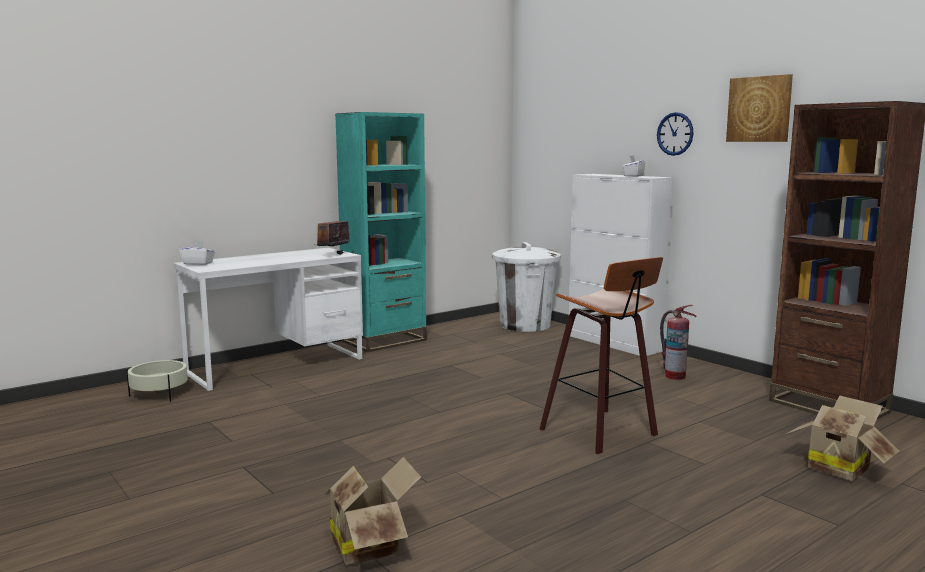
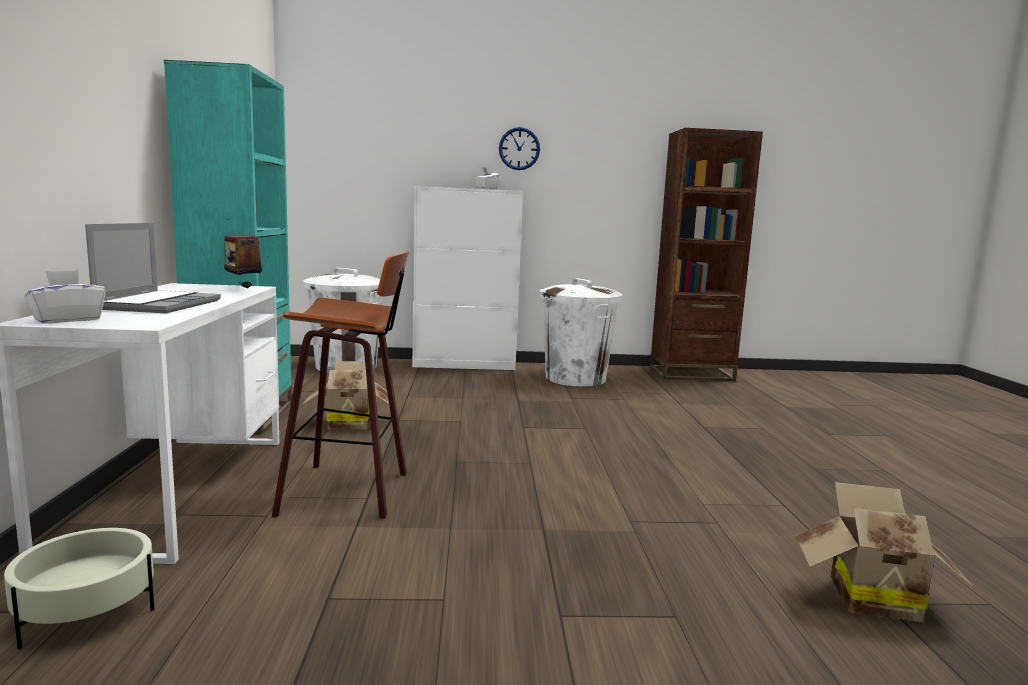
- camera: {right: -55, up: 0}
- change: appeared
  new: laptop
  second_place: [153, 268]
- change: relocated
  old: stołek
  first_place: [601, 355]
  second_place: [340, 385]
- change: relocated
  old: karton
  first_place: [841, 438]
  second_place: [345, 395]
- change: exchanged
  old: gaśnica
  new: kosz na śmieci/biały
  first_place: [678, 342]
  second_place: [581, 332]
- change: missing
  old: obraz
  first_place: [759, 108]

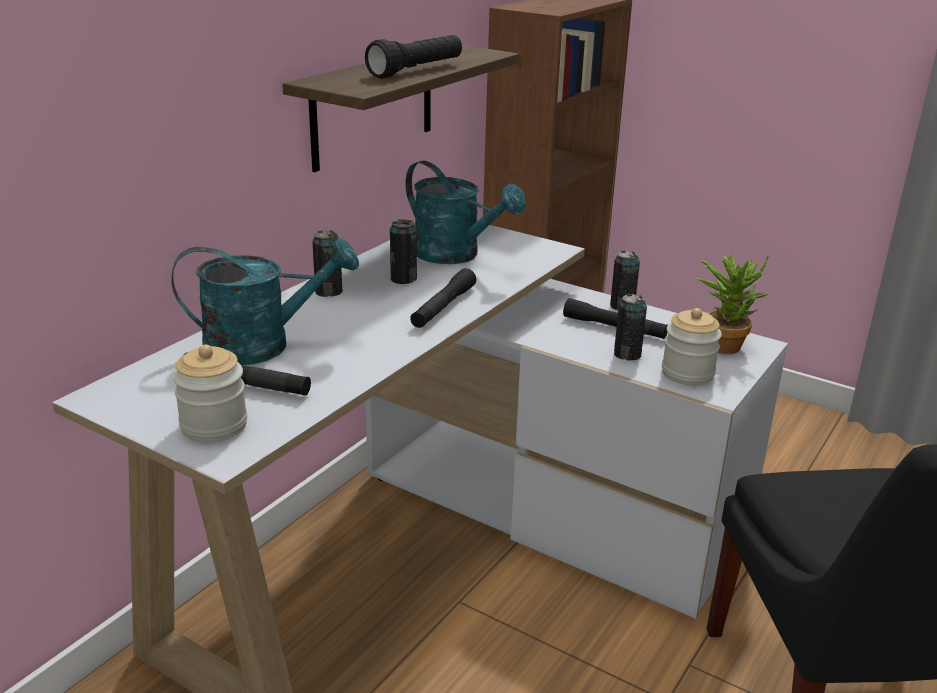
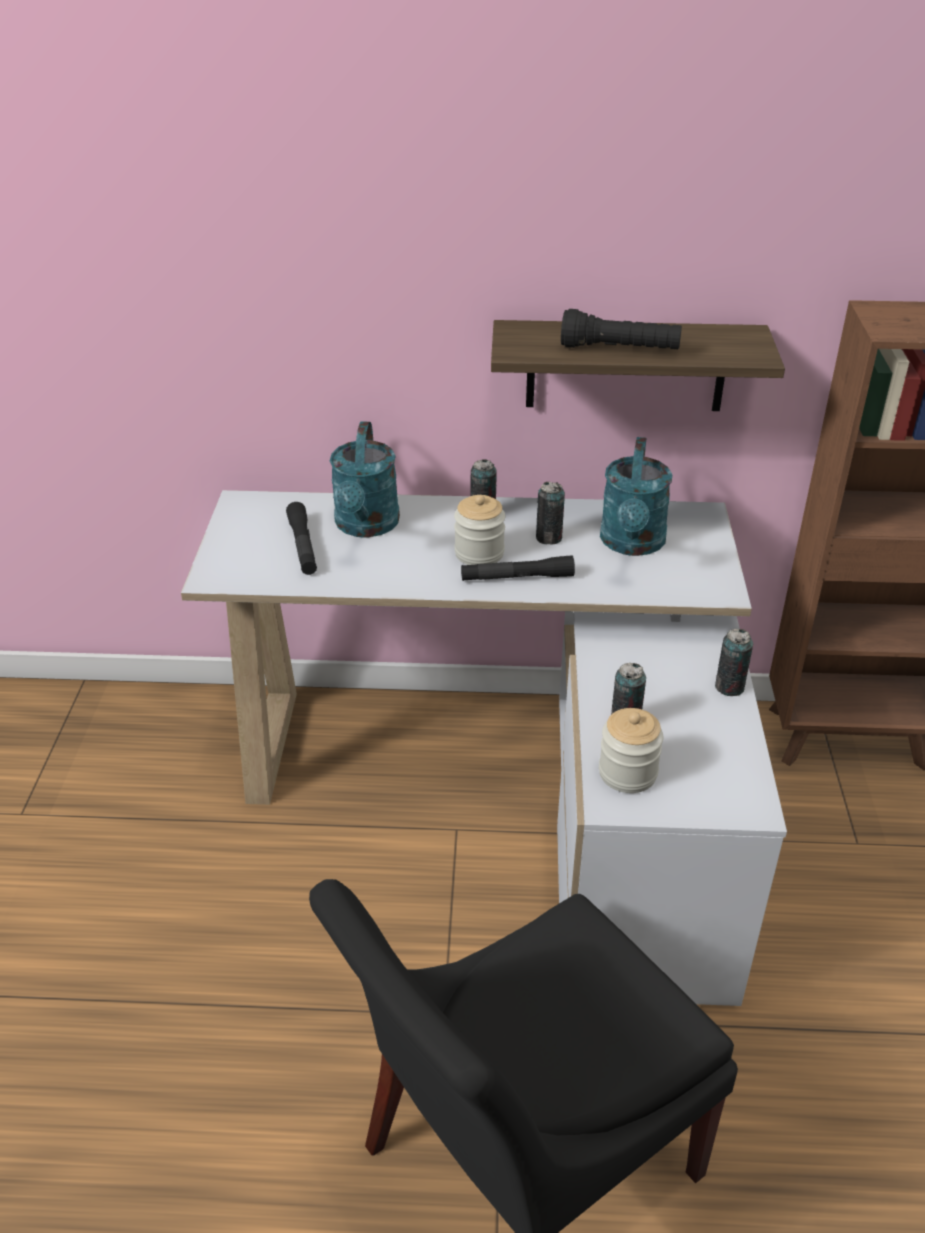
- camera: {right: 60, up: 10}
- change: spun
  old: konewka/turkusowy
  first_place: [265, 301]
  second_place: [365, 479]
  degrees: 45
- change: relocated
  old: słoik
  first_place: [210, 393]
  second_place: [479, 530]
- change: missing
  old: latarka/czarny
  first_place: [615, 318]
- change: missing
  old: roślina doniczkowa
  first_place: [733, 304]

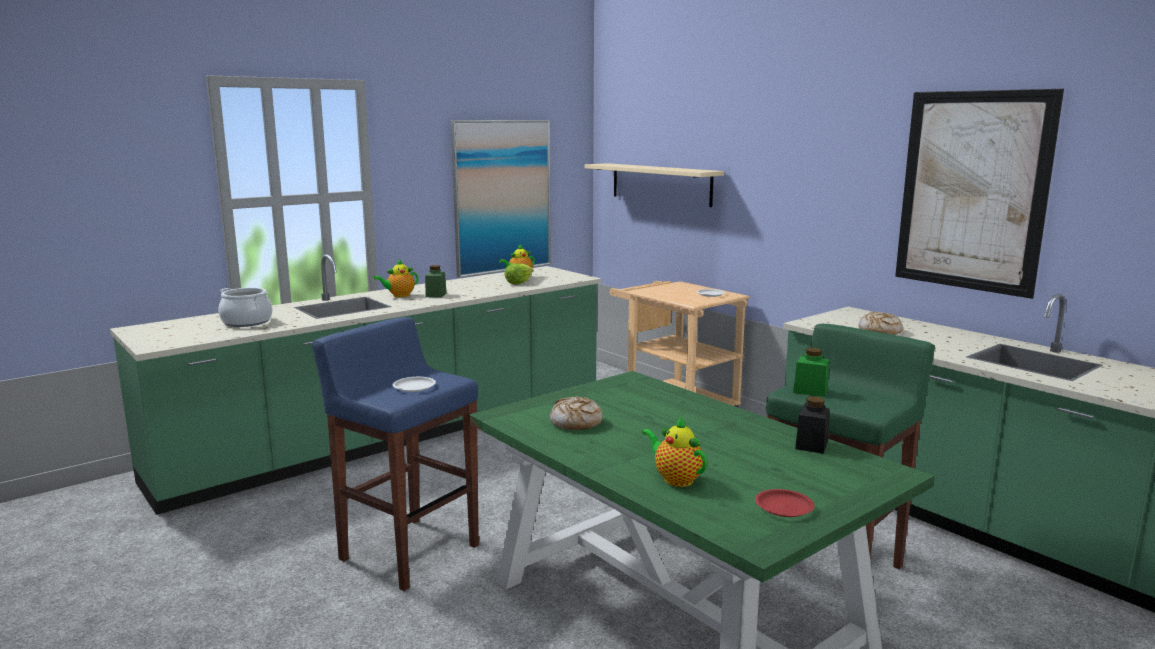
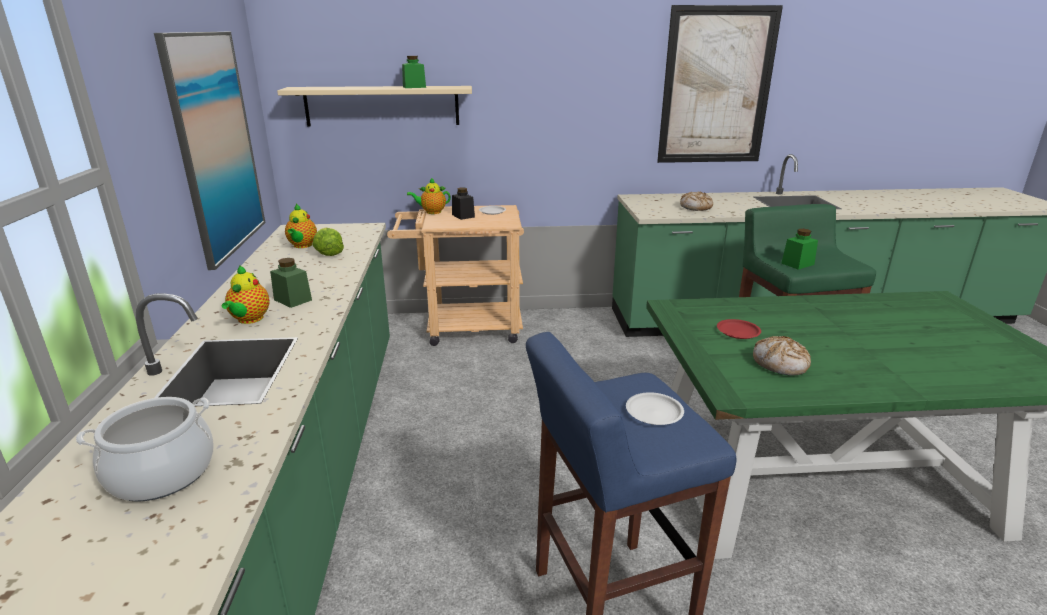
- camera: {right: -55, up: 10}
- change: appeared
  new: słoik/zielony
  second_place: [414, 72]
- change: relocated
  old: imbryk
  first_place: [674, 452]
  second_place: [429, 196]
- change: relocated
  old: słoik/czarny
  first_place: [812, 425]
  second_place: [463, 203]
- change: relocated
  old: talerz/czerwony
  first_place: [785, 503]
  second_place: [739, 329]

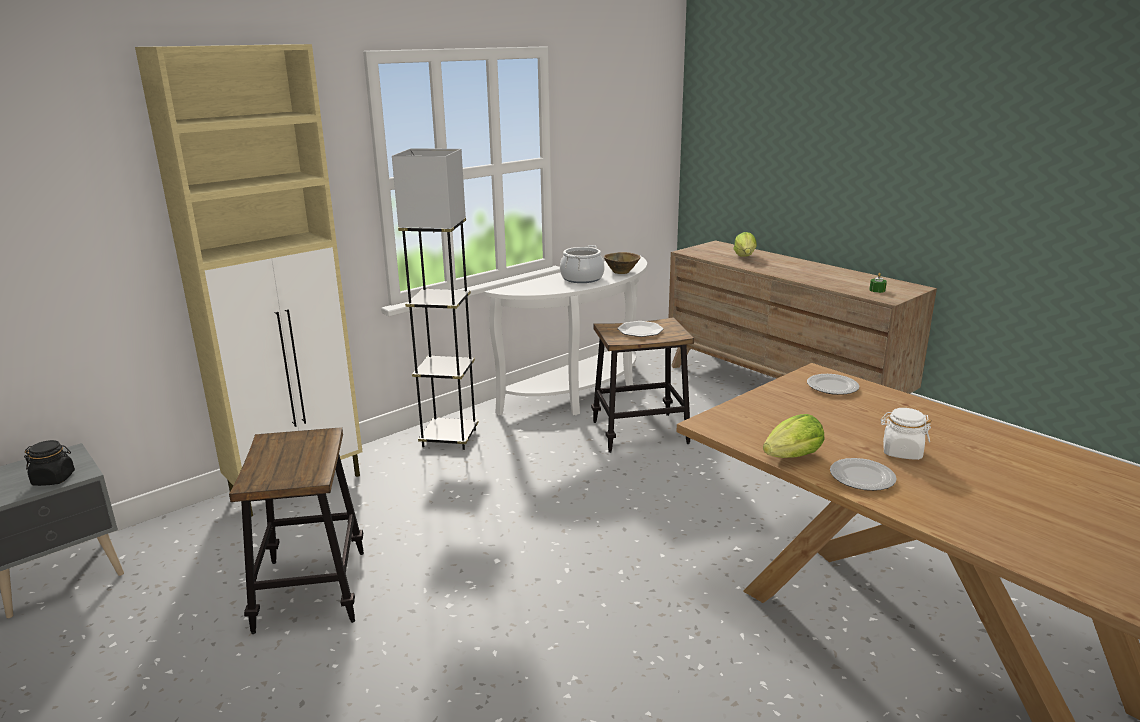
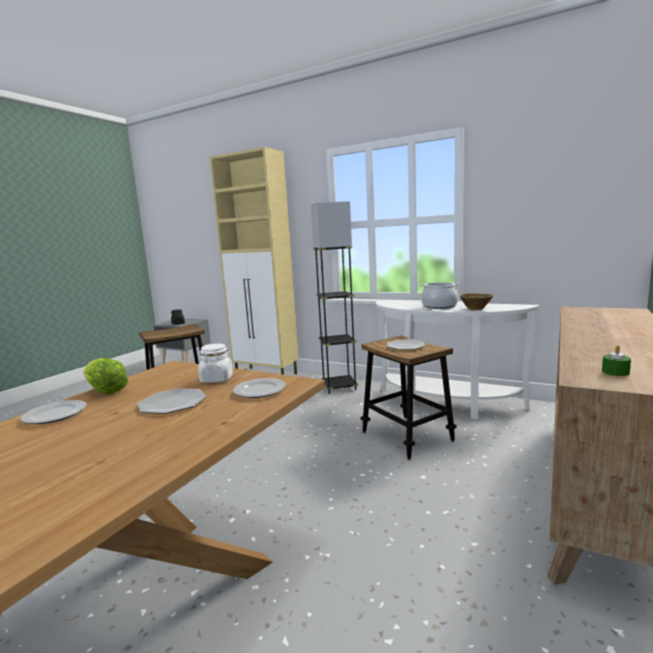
- camera: {right: 70, up: -10}
- change: appeared
  new: talerz
  second_place: [171, 401]
- change: relocated
  old: słoik/biały
  first_place: [906, 434]
  second_place: [215, 363]
- change: missing
  old: sałata
  first_place: [745, 244]

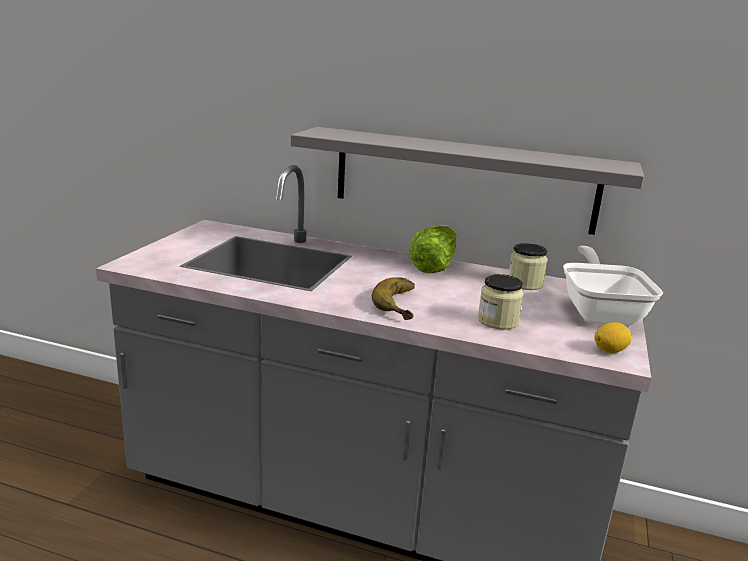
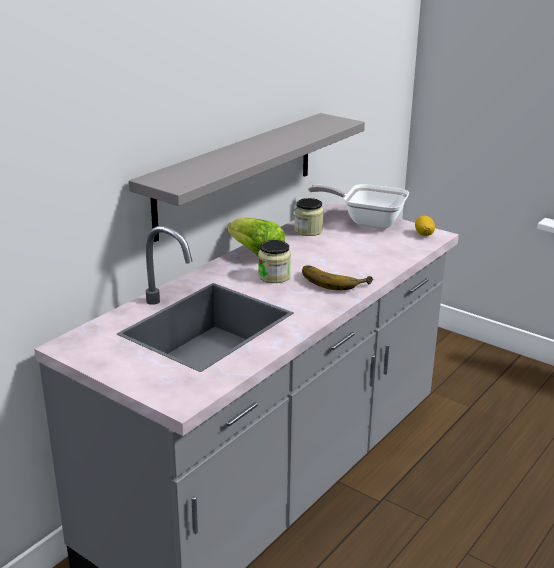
- camera: {right: -70, up: 5}
- change: relocated
  old: słoik
  first_place: [501, 302]
  second_place: [274, 261]

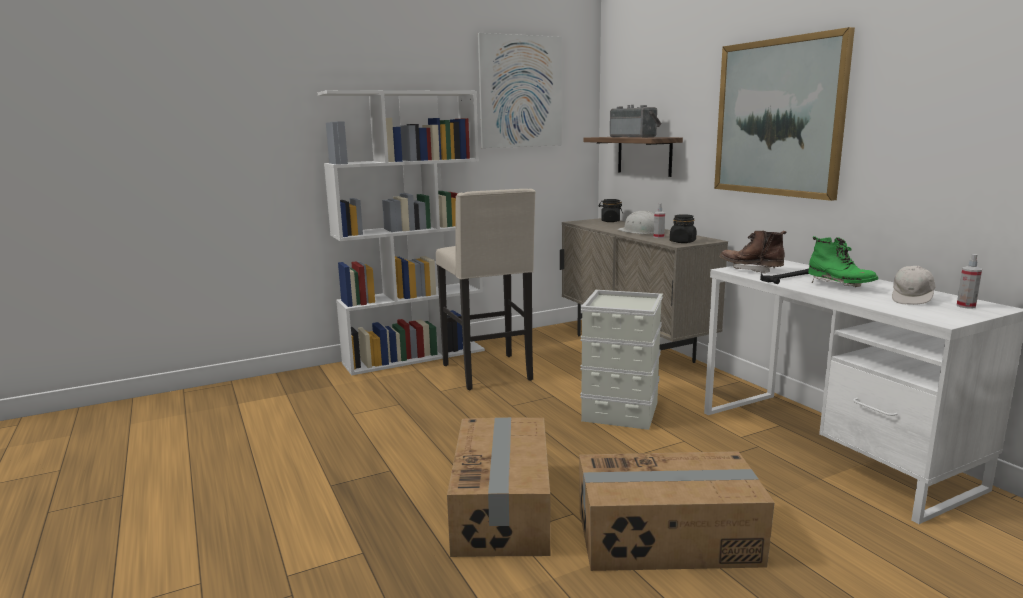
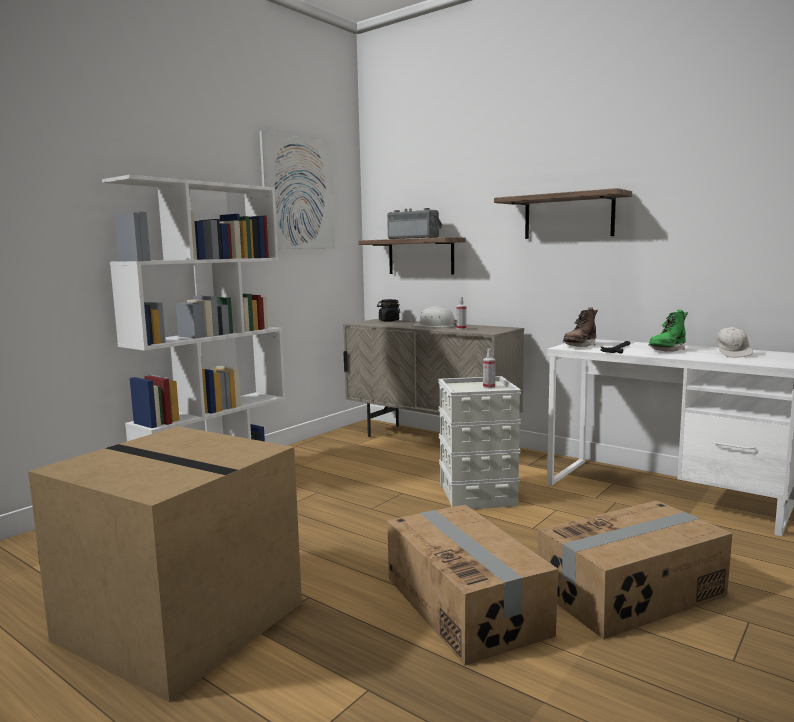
- camera: {right: -25, up: -5}
- change: appeared
  new: karton
  second_place: [165, 564]
- change: relocated
  old: spryskiwacz
  first_place: [969, 281]
  second_place: [489, 368]
- change: exchanged
  old: obraz
  new: półka
  first_place: [784, 114]
  second_place: [563, 213]
- change: spun
  old: but z cholewką/brązowy
  first_place: [753, 252]
  second_place: [580, 327]
  degrees: -60
- change: spun
  old: but z cholewką/zielony
  first_place: [843, 261]
  second_place: [668, 331]
  degrees: 105
- change: missing
  old: stołek/beżowy
  first_place: [486, 289]
- change: missing
  old: słoik/czarny
  first_place: [683, 228]

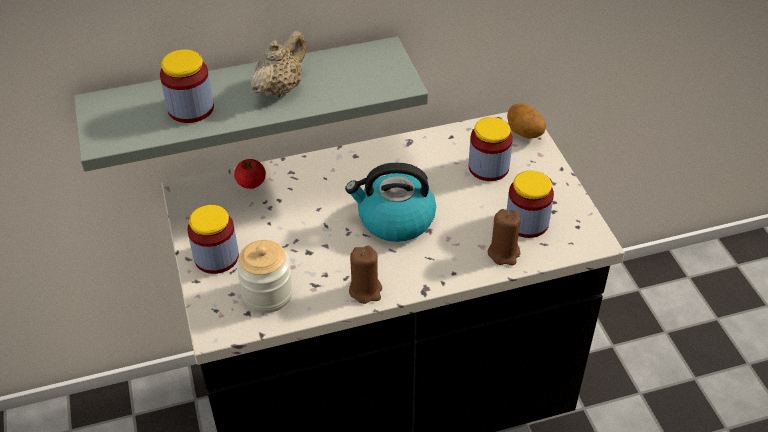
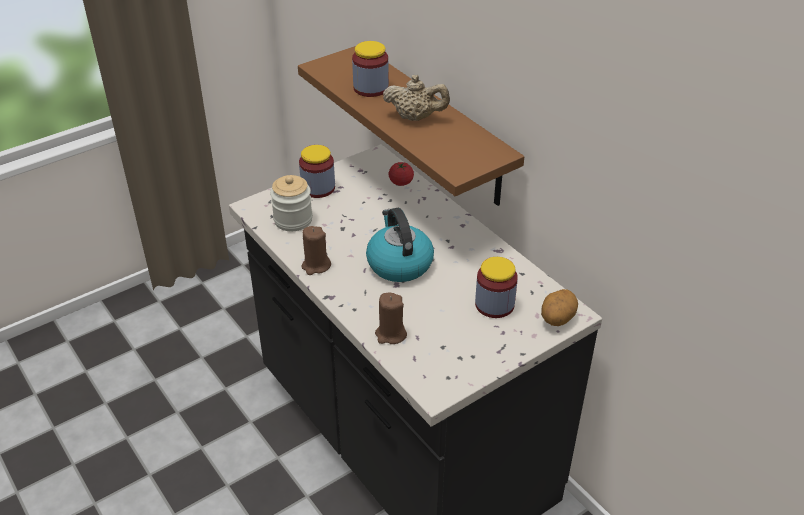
- camera: {right: 70, up: -5}
- change: colour
  old: półka/szary
  new: półka/brązowy
  first_place: [251, 104]
  second_place: [411, 126]
- change: missing
  old: słoik
  first_place: [530, 204]

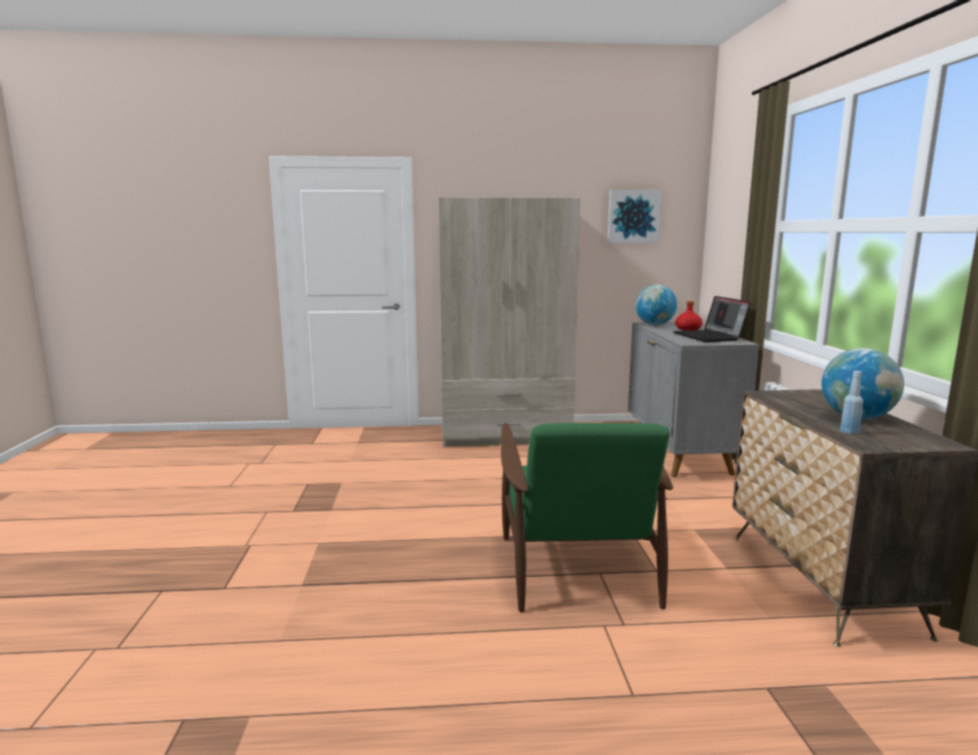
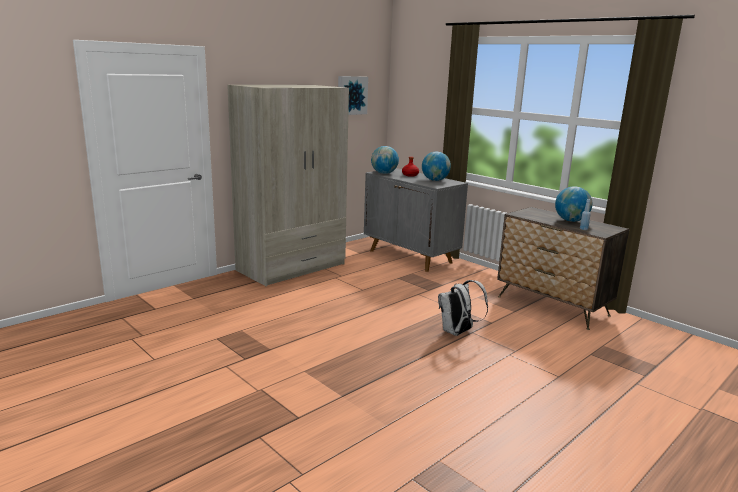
- camera: {right: -40, up: 5}
- change: exchanged
  old: laptop
  new: globus
  first_place: [712, 319]
  second_place: [436, 166]
- change: exchanged
  old: fotel/zielony
  new: plecak/biały
  first_place: [587, 517]
  second_place: [463, 308]

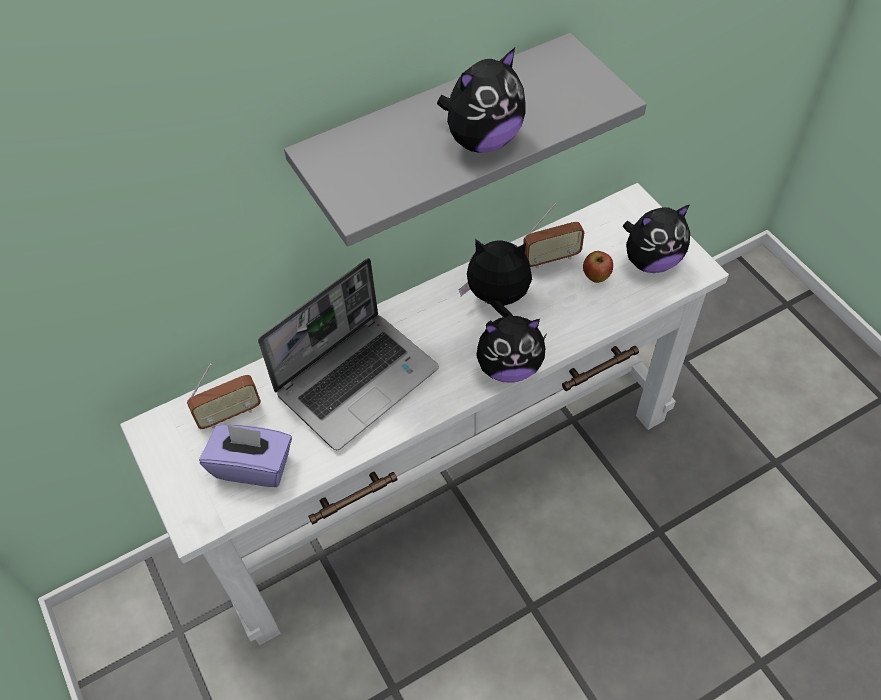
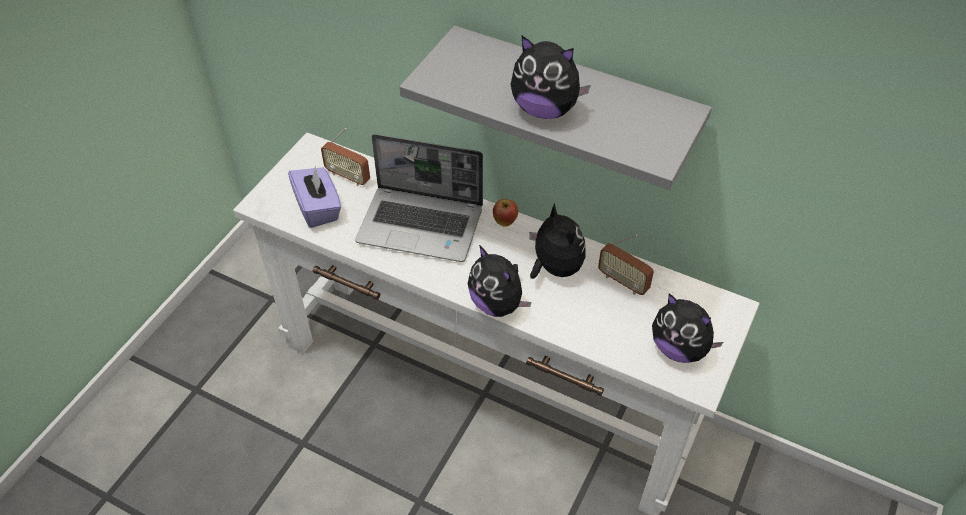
- camera: {right: 55, up: -5}
- change: relocated
  old: jabłko
  first_place: [598, 267]
  second_place: [505, 213]

